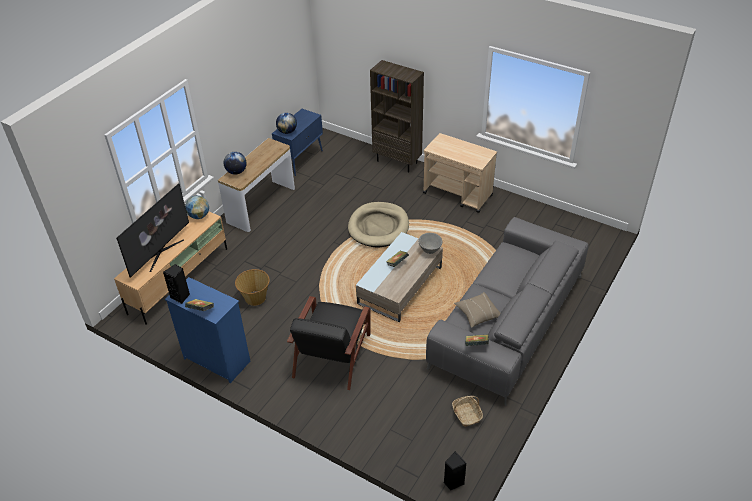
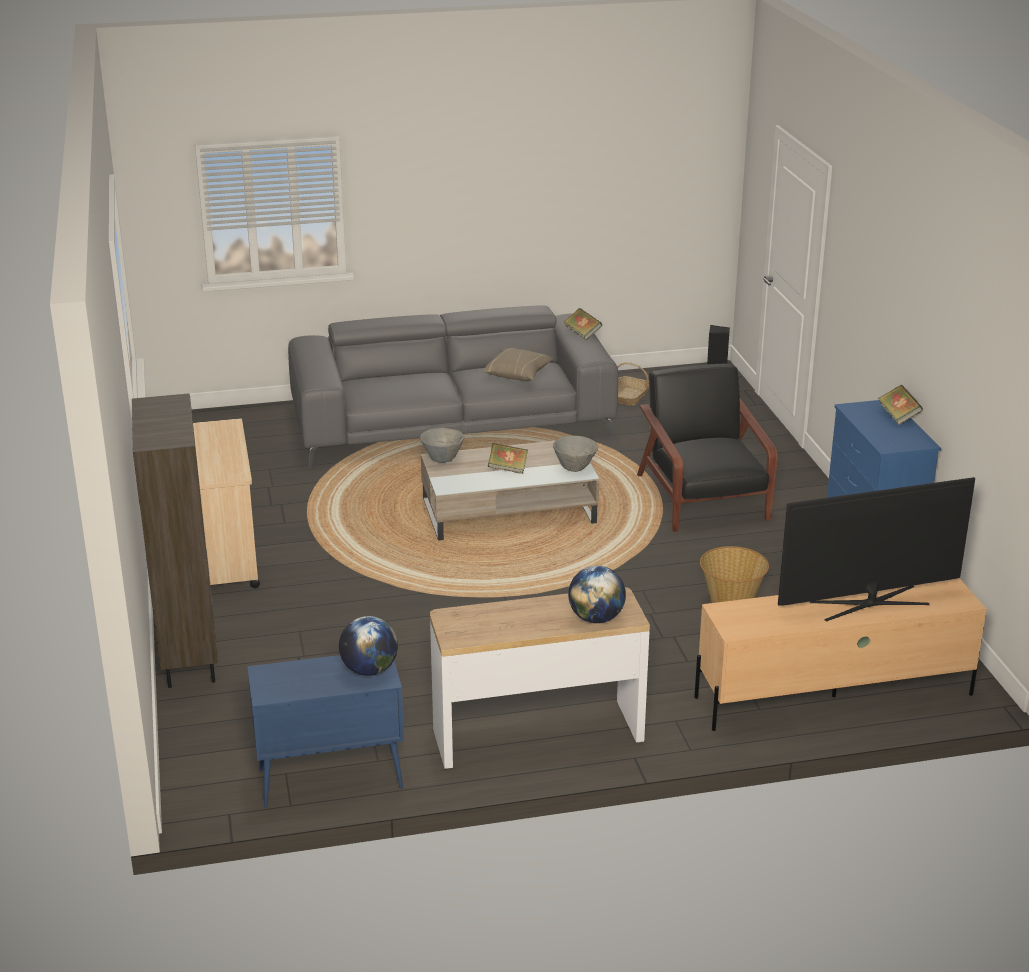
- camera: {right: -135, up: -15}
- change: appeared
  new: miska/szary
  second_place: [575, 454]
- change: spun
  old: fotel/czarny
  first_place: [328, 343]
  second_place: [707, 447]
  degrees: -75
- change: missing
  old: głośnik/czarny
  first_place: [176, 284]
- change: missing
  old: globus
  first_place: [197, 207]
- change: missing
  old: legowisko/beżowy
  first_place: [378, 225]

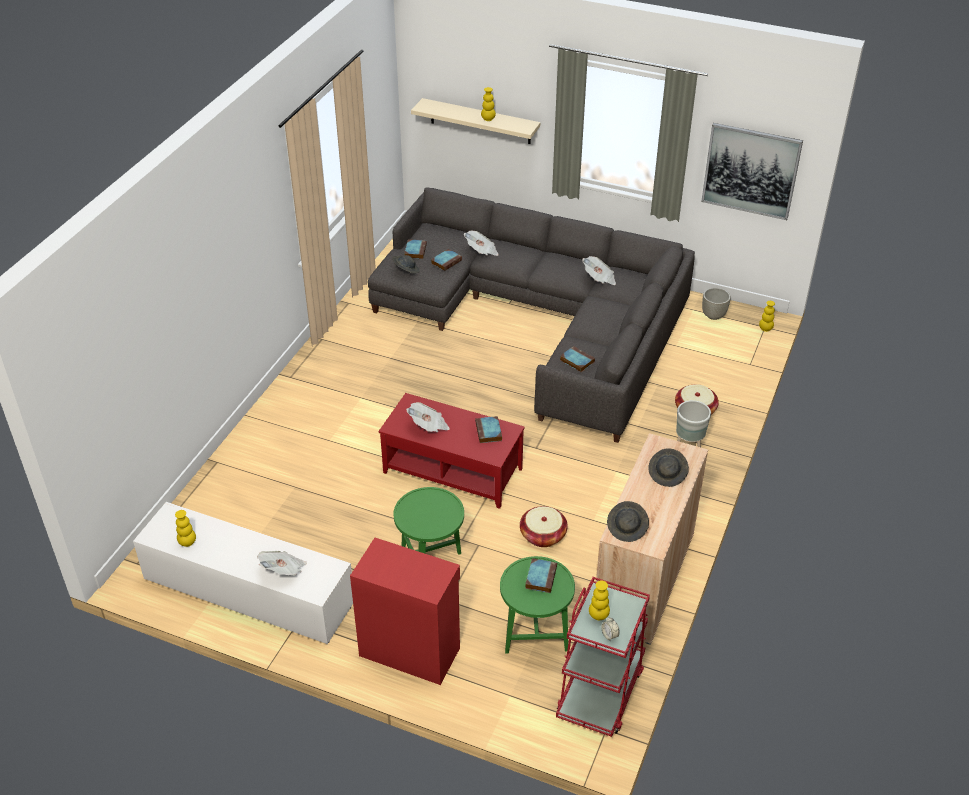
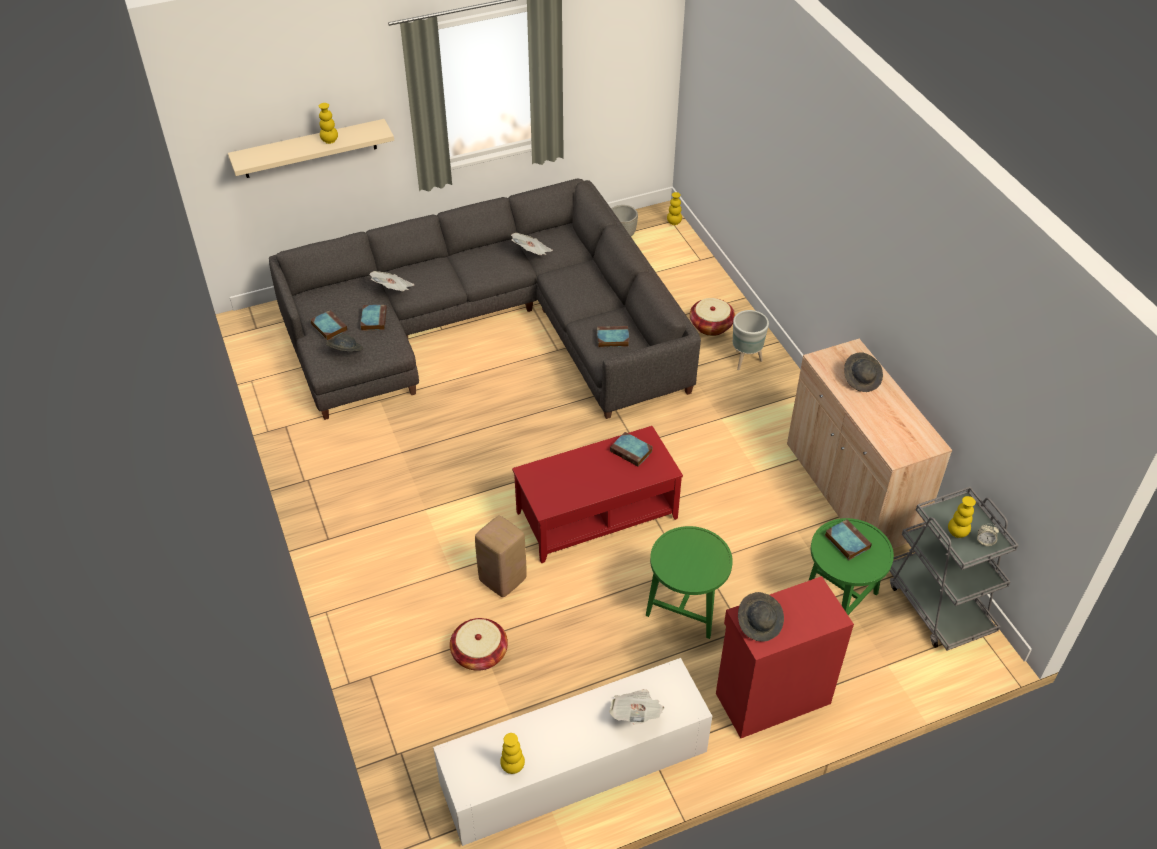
- camera: {right: -45, up: 5}
- change: relocated
  old: koszyk
  first_place: [544, 526]
  second_place: [479, 644]
- change: appeared
  new: stołek/beżowy
  second_place: [501, 556]
- change: relocated
  old: kapelusz/szary
  first_place: [628, 521]
  second_place: [761, 616]
- change: colour
  old: wózek/czerwony
  new: wózek/szary
  first_place: [603, 657]
  second_place: [954, 569]
- change: missing
  old: gazeta
  first_place: [428, 417]
- change: missing
  old: obraz
  first_place: [752, 171]

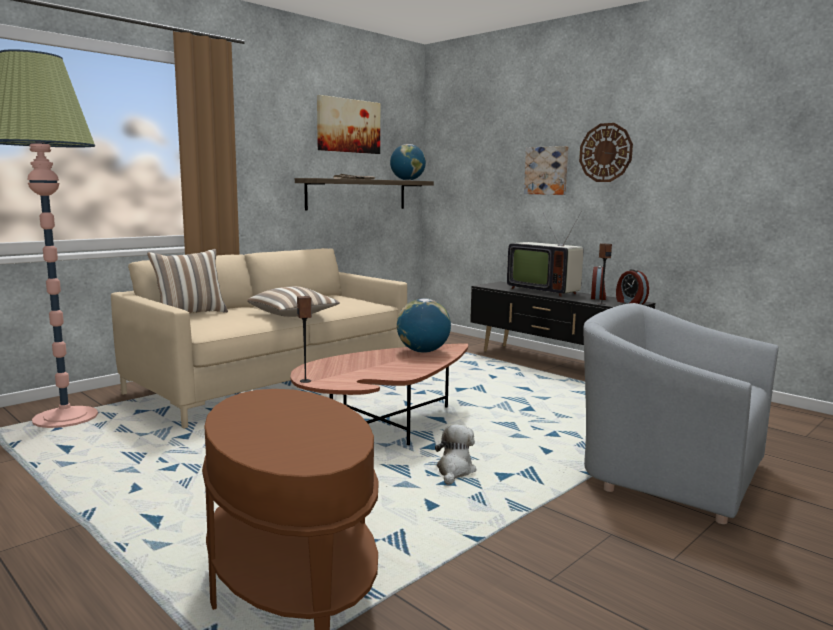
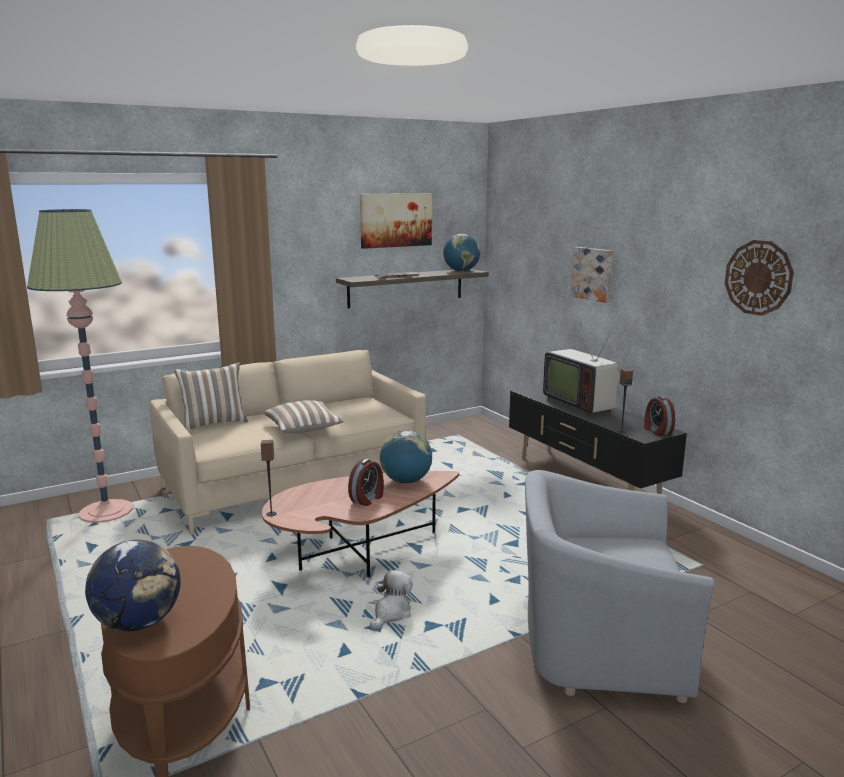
- camera: {right: 15, up: 5}
- change: appeared
  new: globus
  second_place: [133, 585]
- change: relocated
  old: budzik
  first_place: [598, 283]
  second_place: [366, 482]
- change: spun
  old: fotel/szary
  first_place: [681, 413]
  second_place: [619, 586]
  degrees: -45
- change: relocated
  old: zegar ścienny
  first_place: [606, 152]
  second_place: [759, 278]

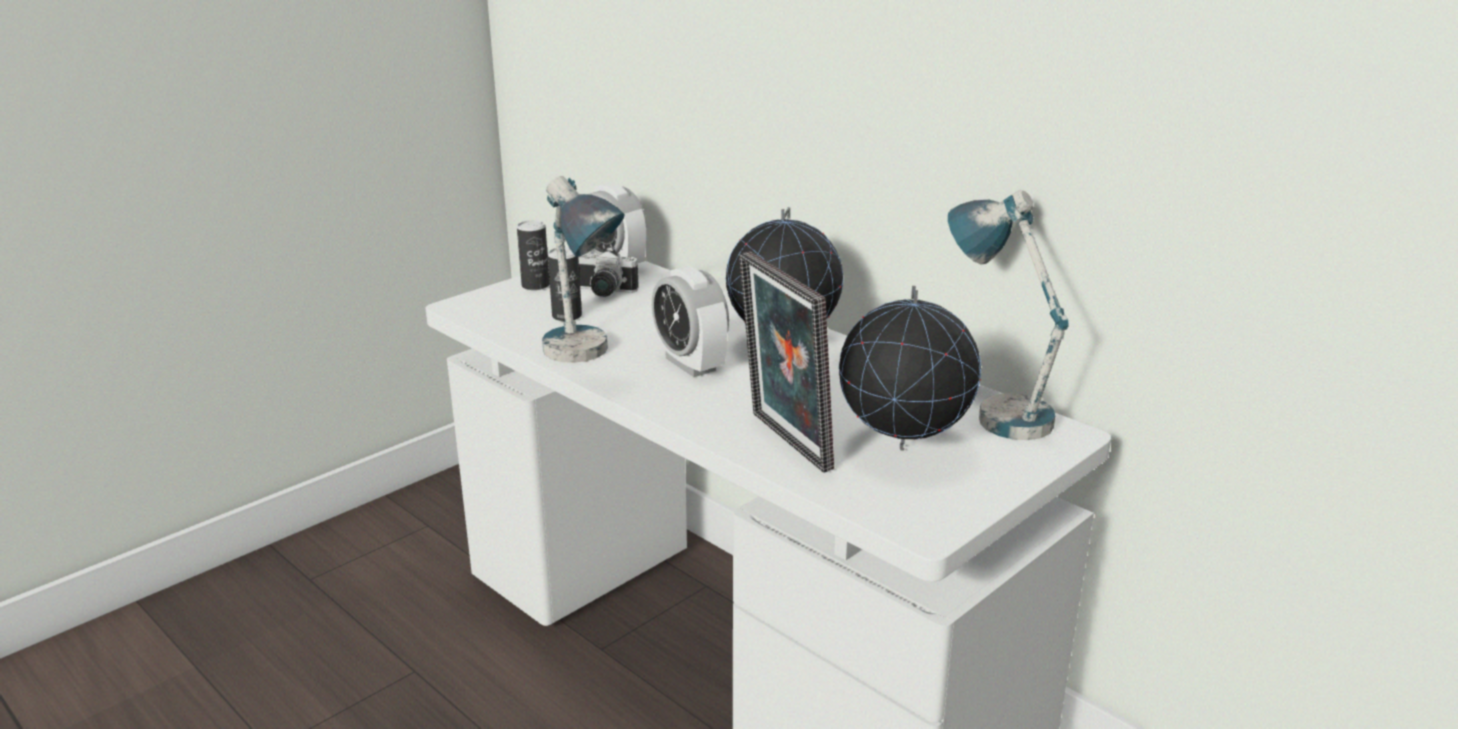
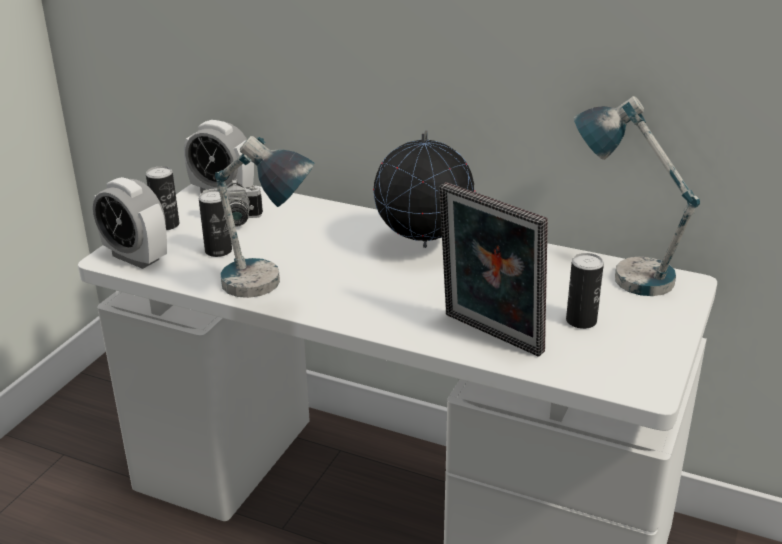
- camera: {right: -20, up: 5}
- change: relocated
  old: budzik
  first_place: [690, 321]
  second_place: [130, 223]
- change: exchanged
  old: globus
  new: puszka
  first_place: [910, 368]
  second_place: [585, 291]

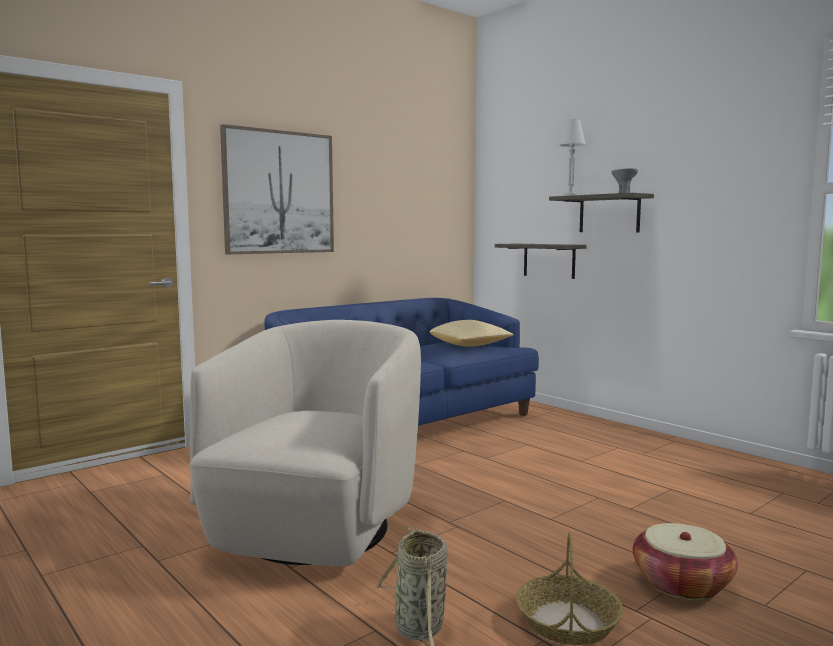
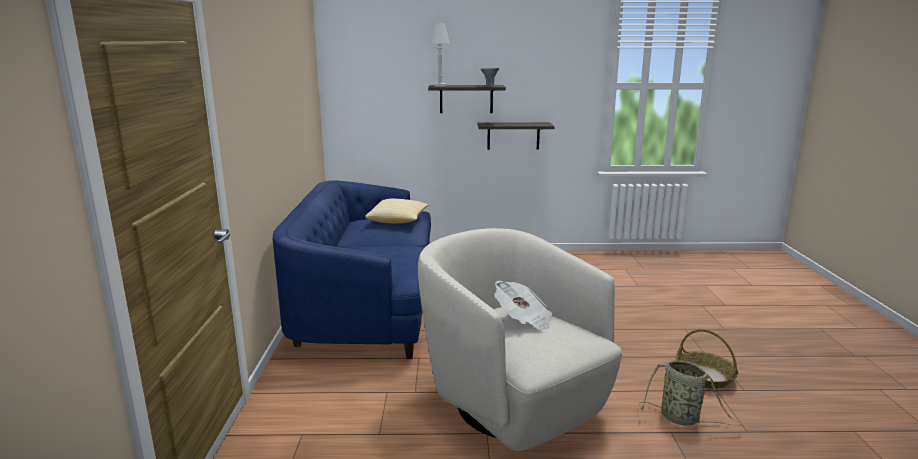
- camera: {right: -50, up: 10}
- change: relocated
  old: półka
  first_place: [540, 261]
  second_place: [516, 136]
- change: appeared
  new: gazeta
  second_place: [523, 306]
- change: missing
  old: obraz
  first_place: [277, 189]
- change: missing
  old: koszyk
  first_place: [685, 561]

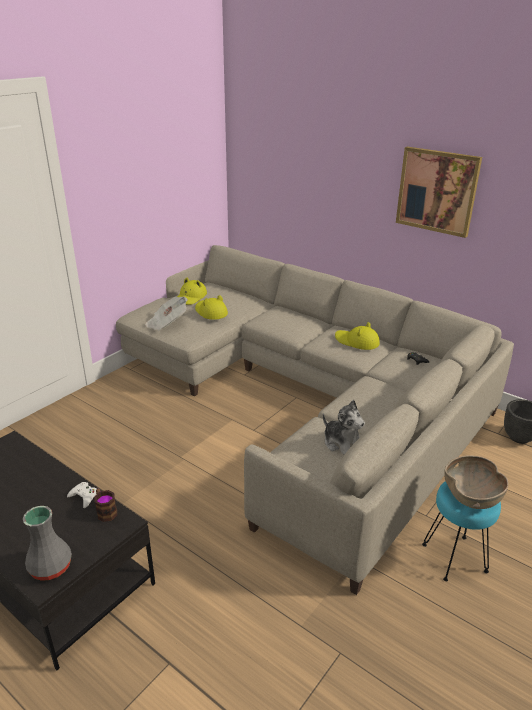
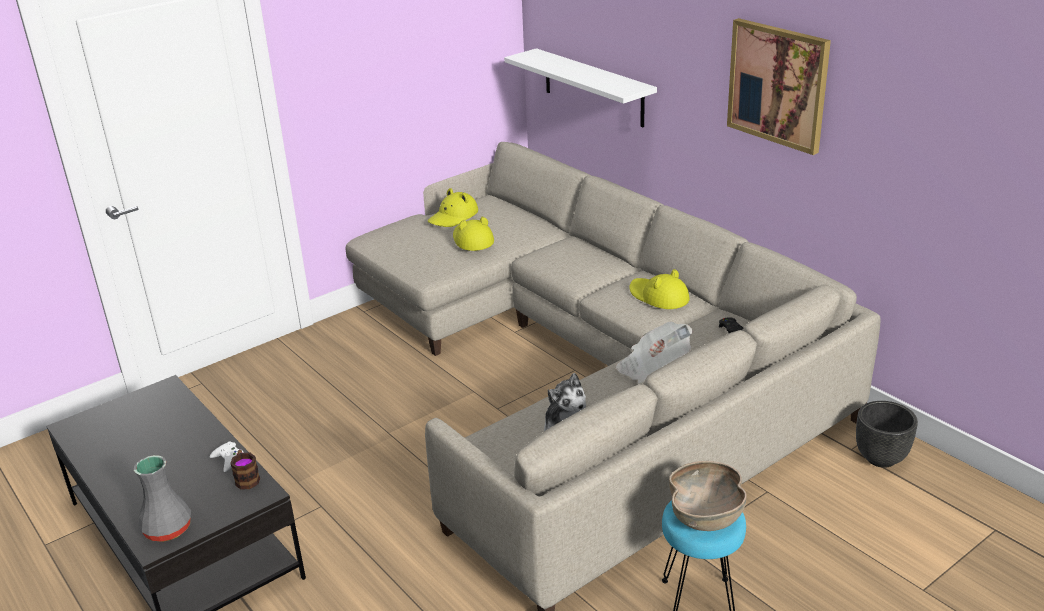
- camera: {right: 15, up: 0}
- change: appeared
  new: półka/biały
  second_place: [580, 87]
- change: relocated
  old: gazeta
  first_place: [166, 314]
  second_place: [654, 353]

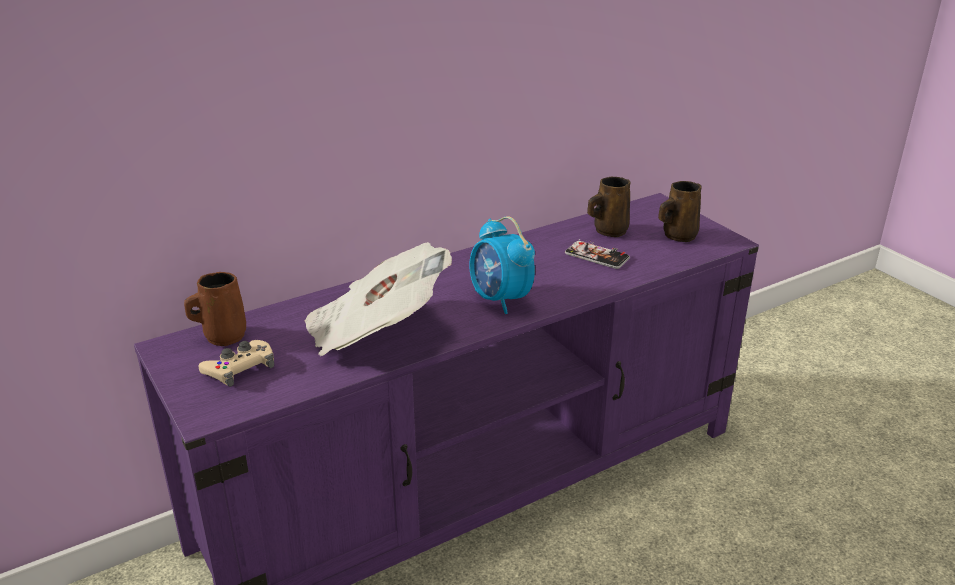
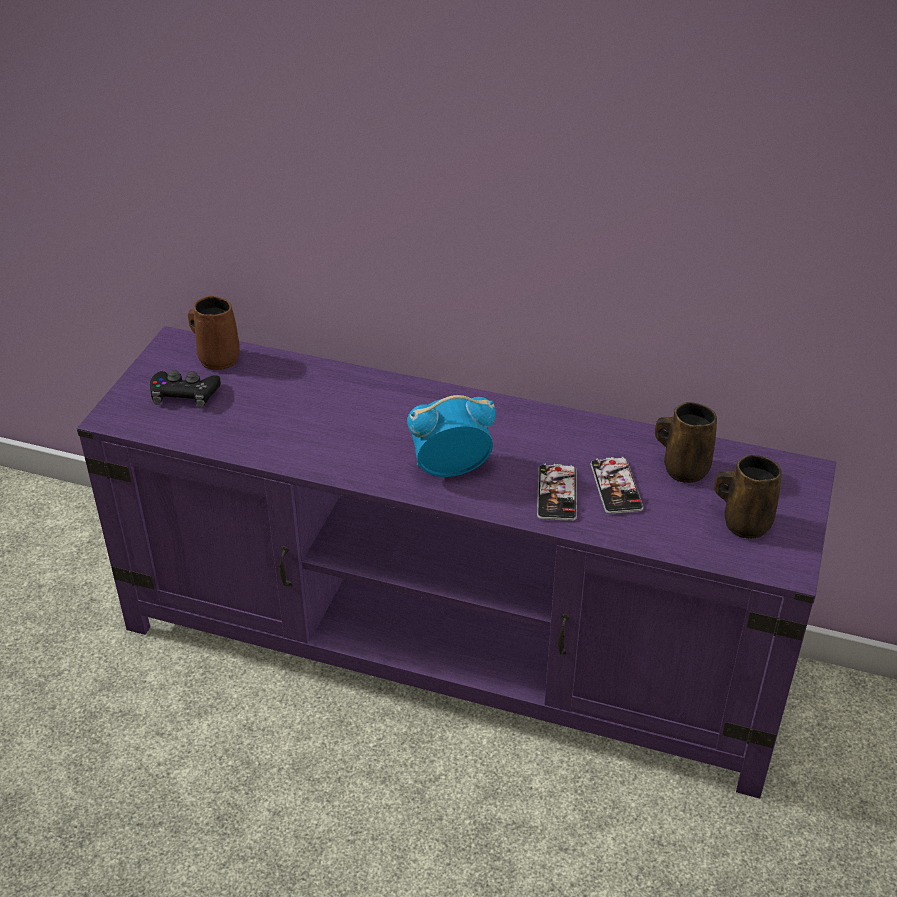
- camera: {right: 50, up: 10}
- change: colour
  old: pad do gier/beżowy
  new: pad do gier/czarny
  first_place: [236, 363]
  second_place: [185, 389]
- change: spun
  old: budzik
  first_place: [502, 265]
  second_place: [451, 436]
  degrees: 60
- change: appeared
  new: telefon
  second_place: [557, 492]
- change: missing
  old: gazeta
  first_place: [378, 299]

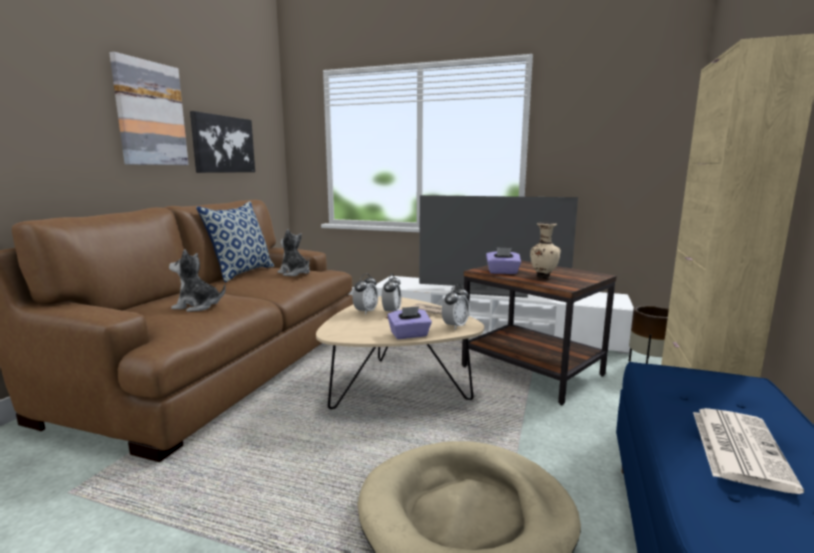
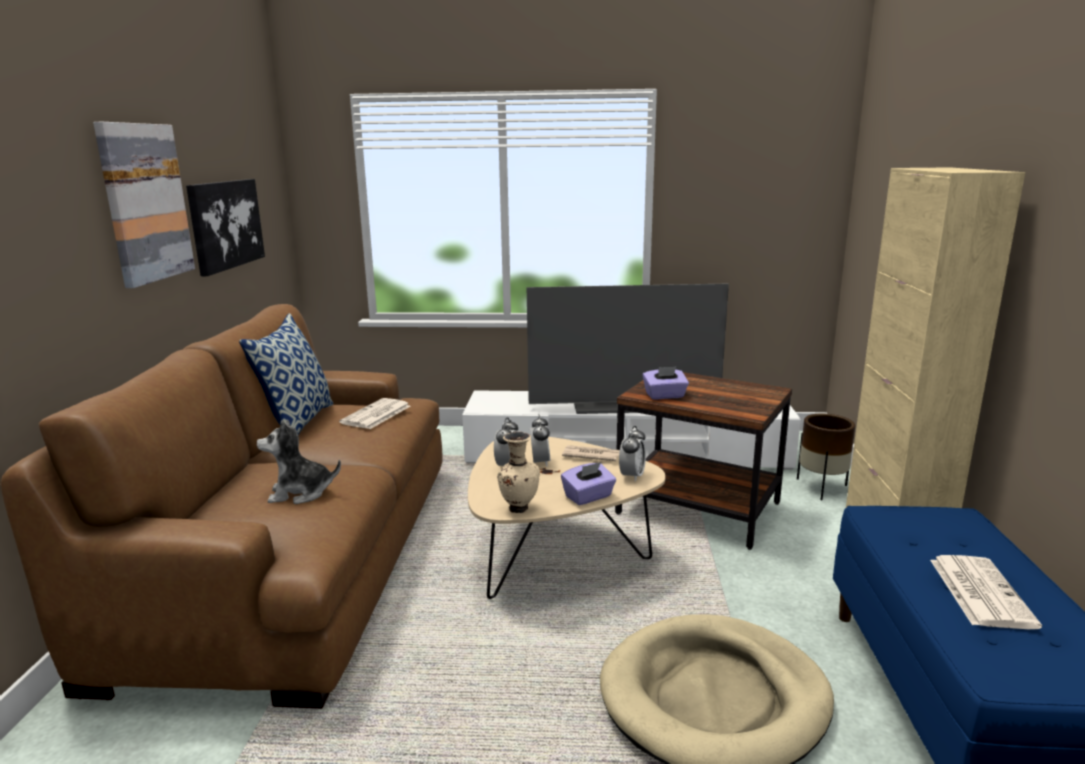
- camera: {right: -15, up: 5}
- change: exchanged
  old: pluszak
  new: gazeta
  first_place: [293, 252]
  second_place: [374, 413]
- change: relocated
  old: wazon/beżowy
  first_place: [545, 251]
  second_place: [518, 472]

